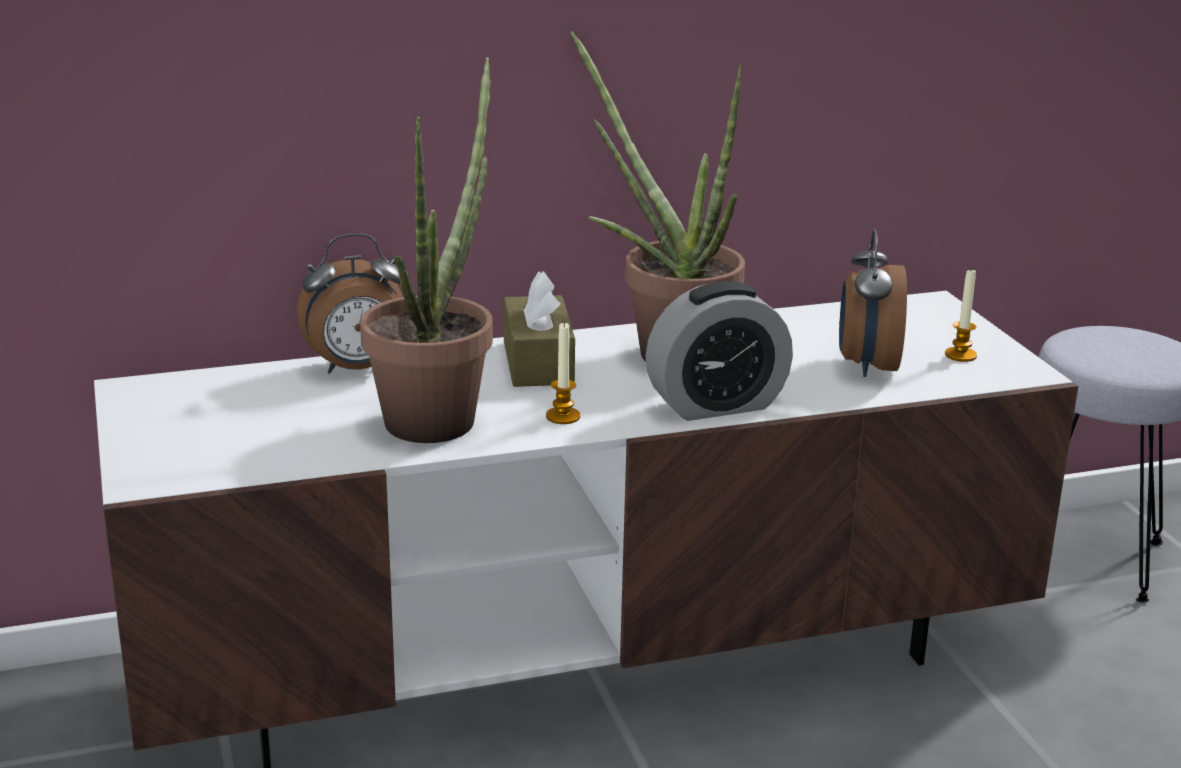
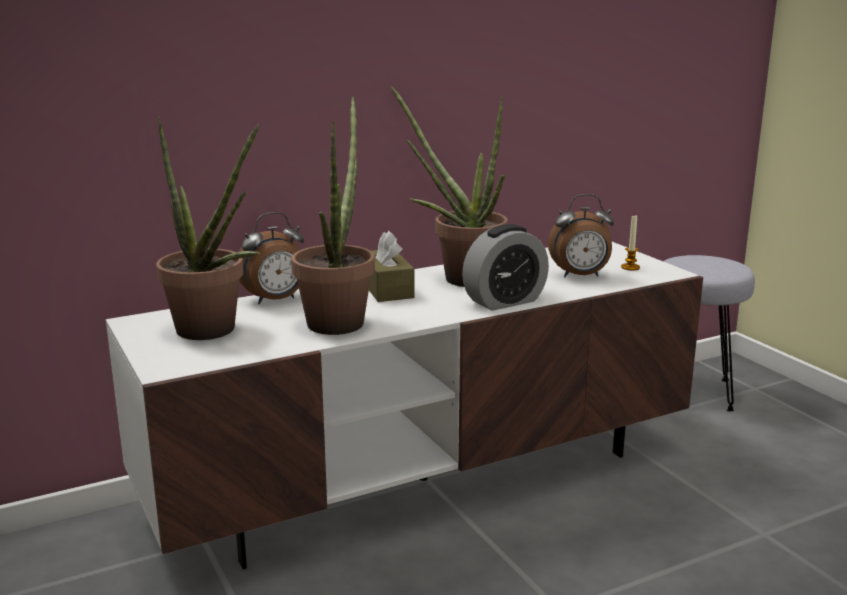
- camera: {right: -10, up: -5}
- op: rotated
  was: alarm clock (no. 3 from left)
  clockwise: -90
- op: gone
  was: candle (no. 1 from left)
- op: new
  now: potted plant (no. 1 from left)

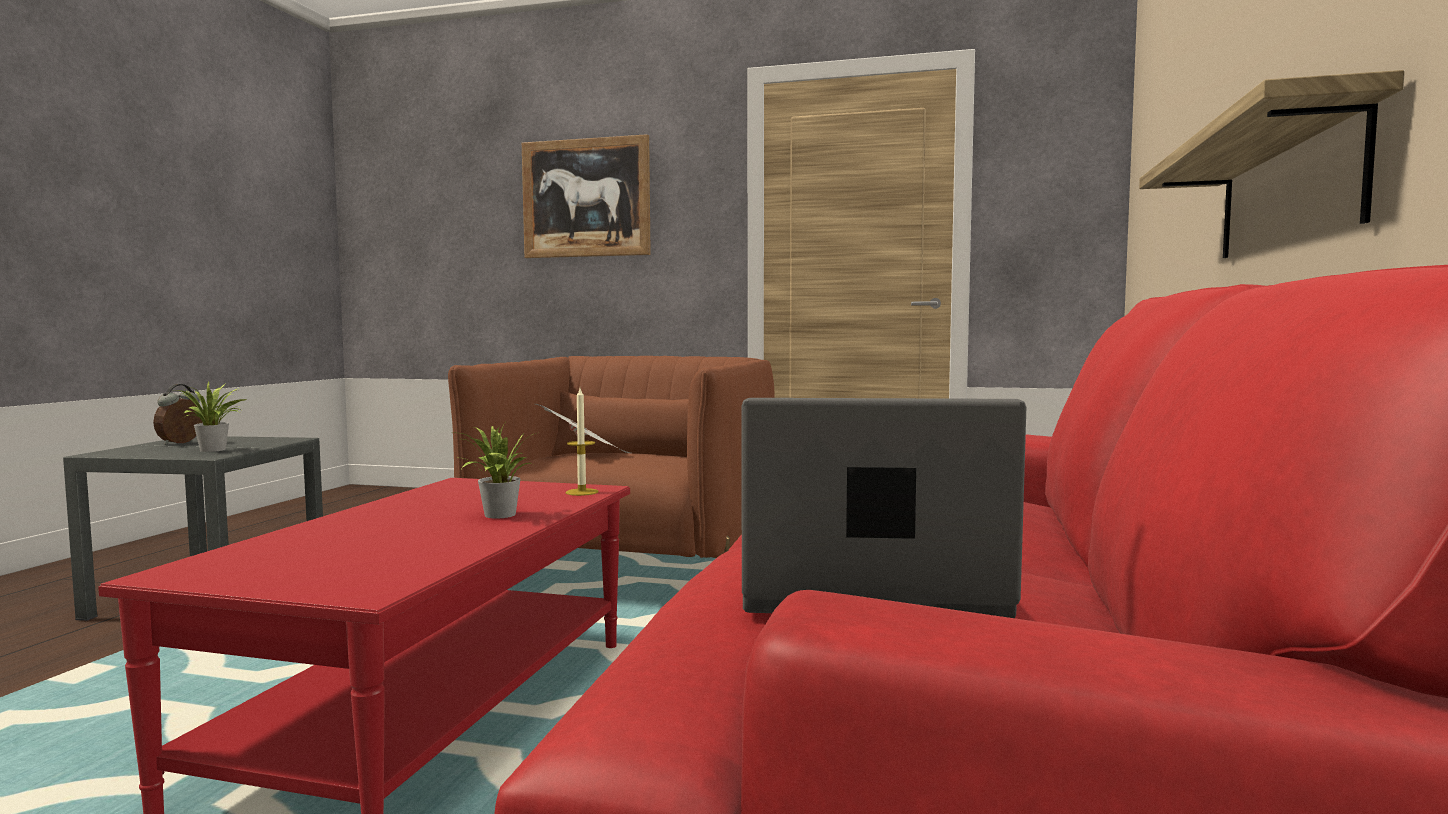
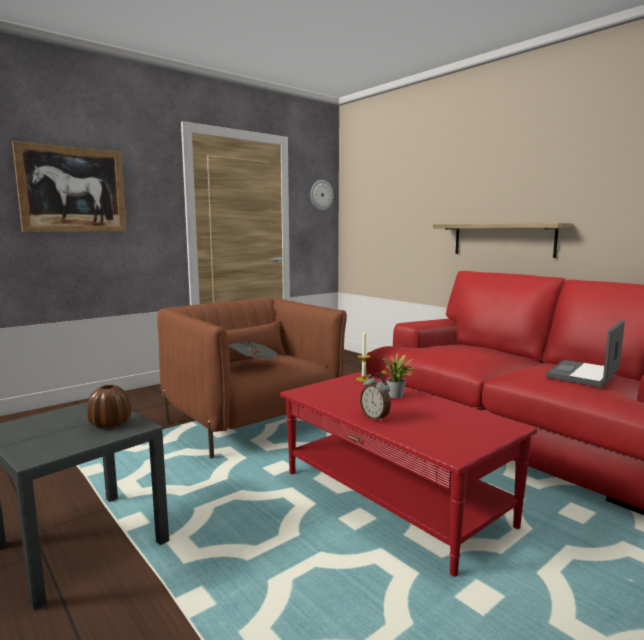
- camera: {right: -55, up: 5}
- op: swapped
  was: potted plant (no. 1 from left)
  now: vase (brown)
- op: shifted
  was: alarm clock
- op: new
  now: wall clock

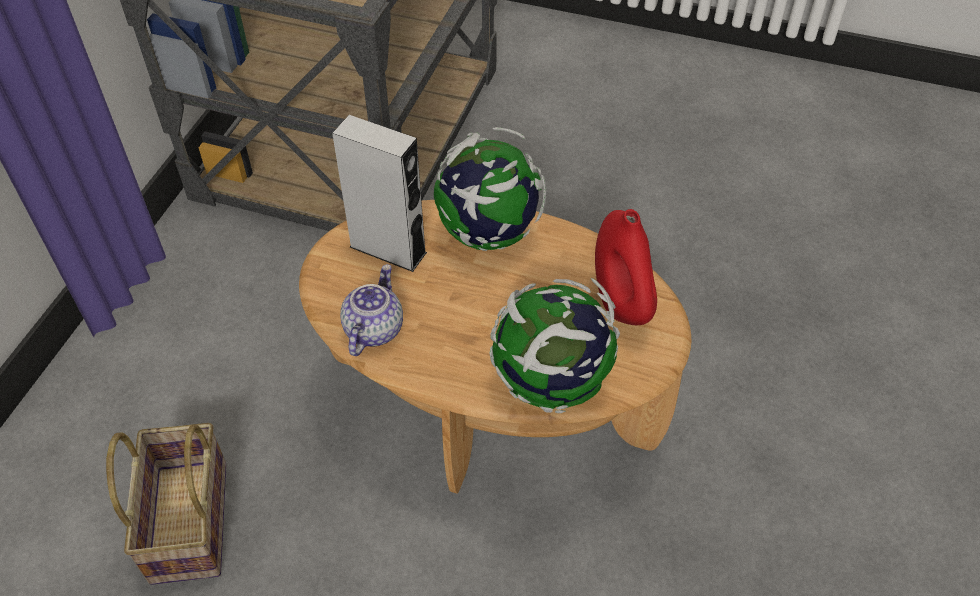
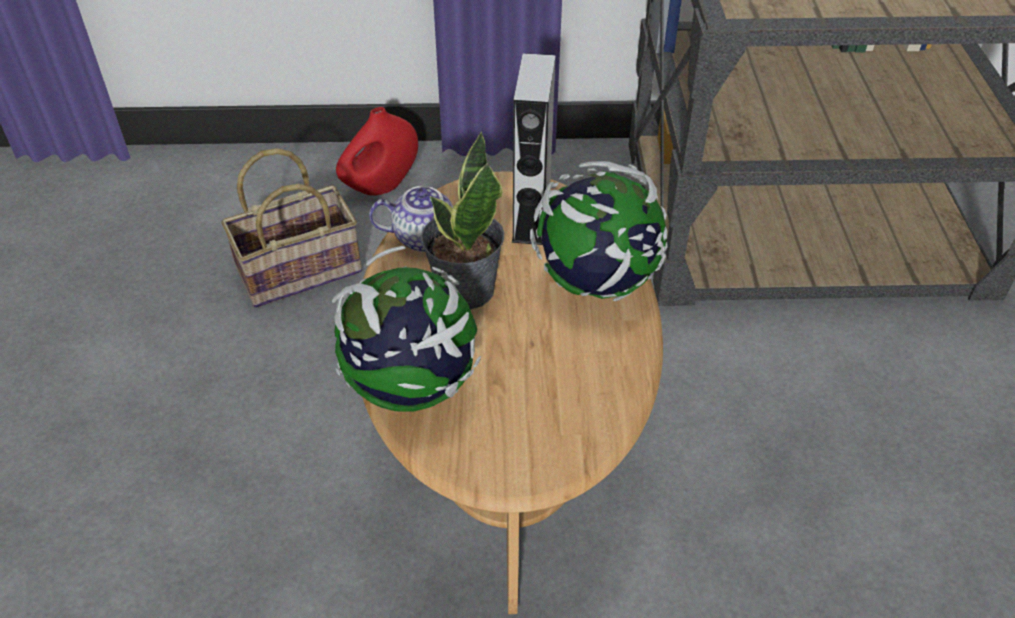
- camera: {right: 70, up: -5}
- op: shifted
  was: vase (red)
- op: new
  now: potted plant

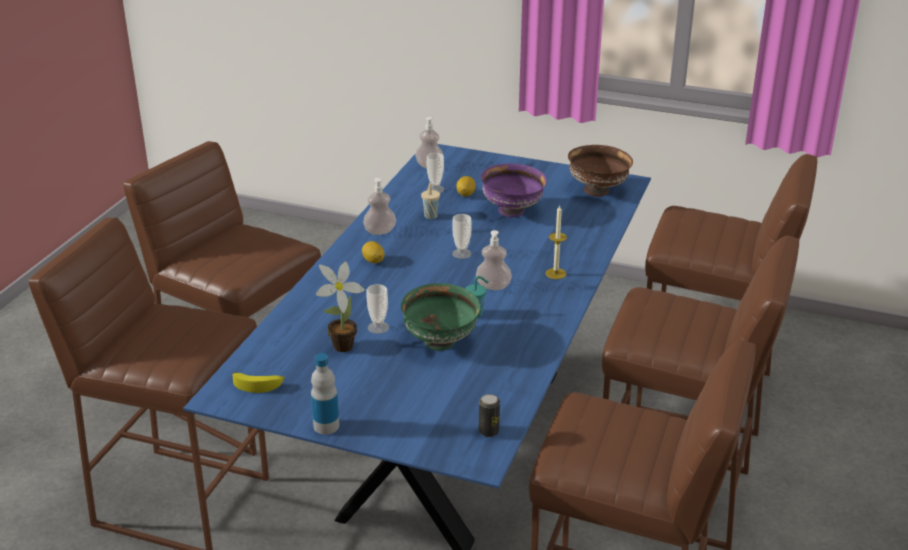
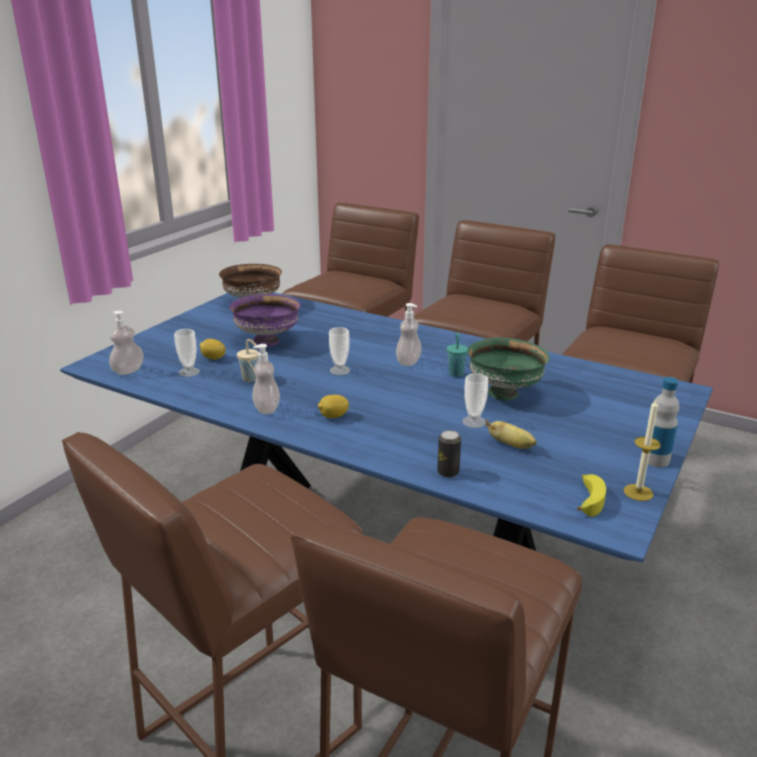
- camera: {right: -80, up: -5}
- op: shifted
  was: candle
- op: swapped
  was: potted plant
  now: banana (no. 1 from left)
- op: shifted
  was: can

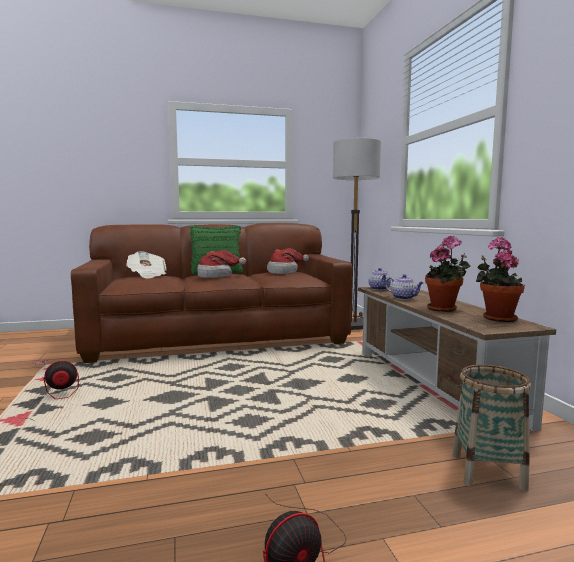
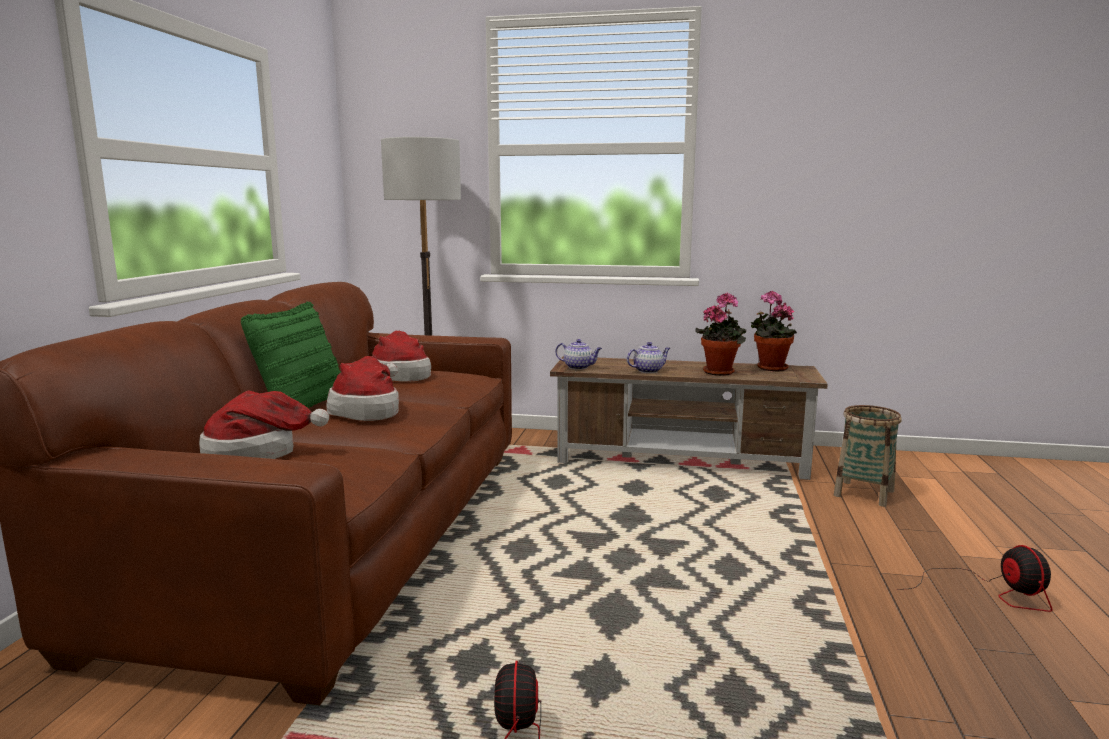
- camera: {right: -65, up: 5}
- op: swapped
  was: newspaper
  now: hat (no. 1 from left)

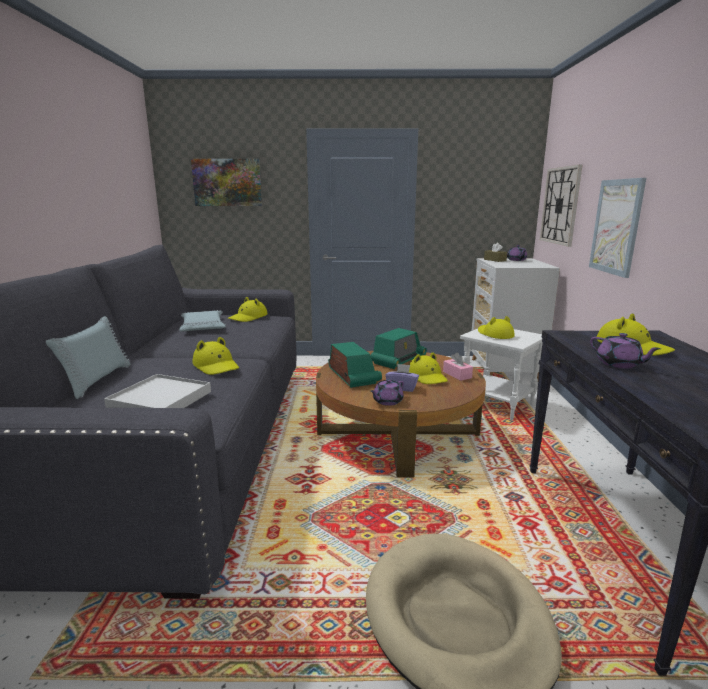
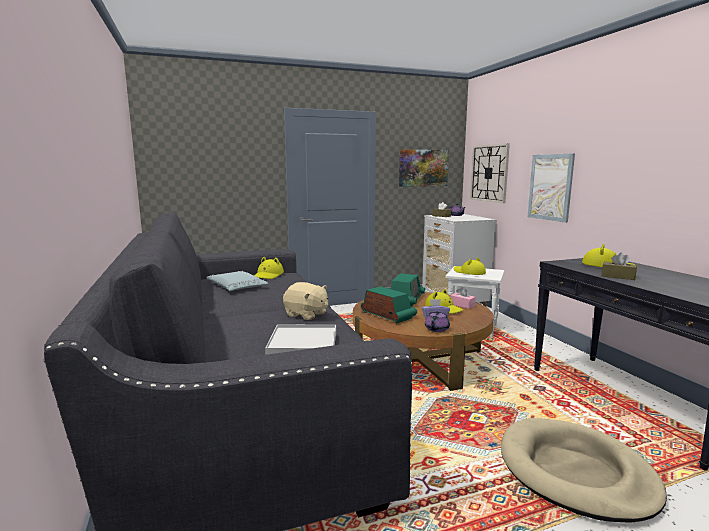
- camera: {right: -20, up: -5}
- op: shifted
  was: picture (no. 1 from left)
- op: gone
  was: pillow (blue) (no. 1 from left)
- op: swapped
  was: teapot (purple) (no. 3 from left)
  now: tissue box (brown) (no. 2 from left)
- op: swapped
  was: hat (yellow) (no. 1 from left)
  now: plush toy (beige)

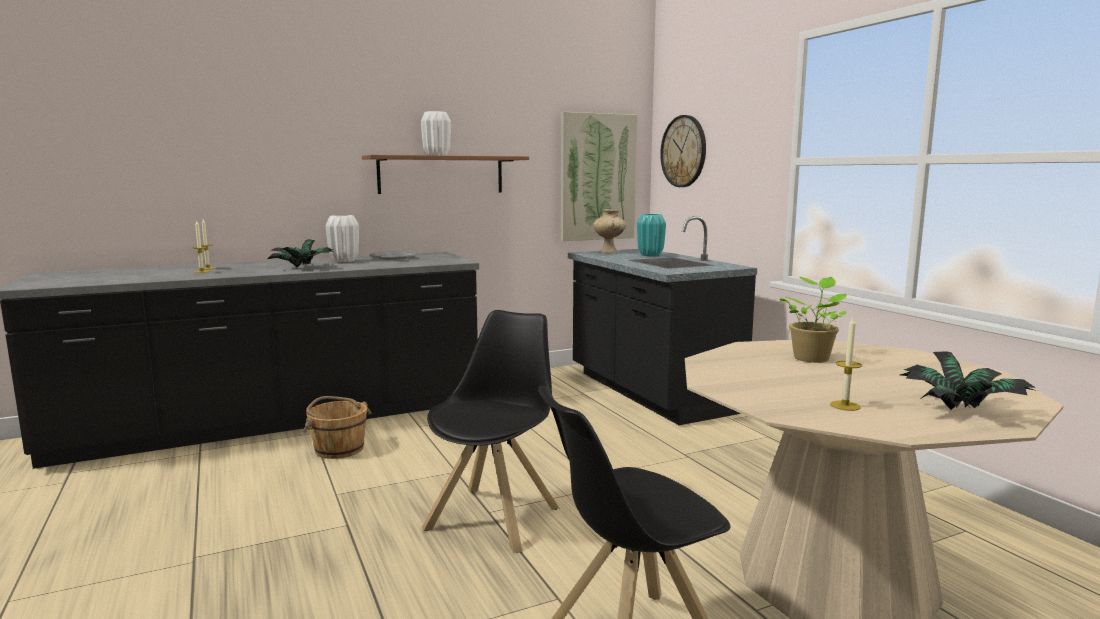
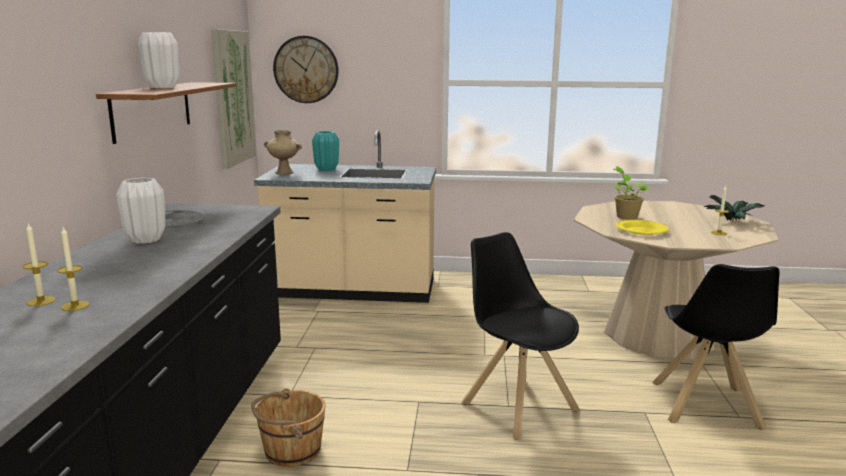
- camera: {right: -60, up: 5}
- op: repainted
  was: counter (black) (no. 2 from left)
  now: counter (beige)
- op: gone
  was: potted plant (no. 1 from left)
- op: new
  now: plate (yellow)

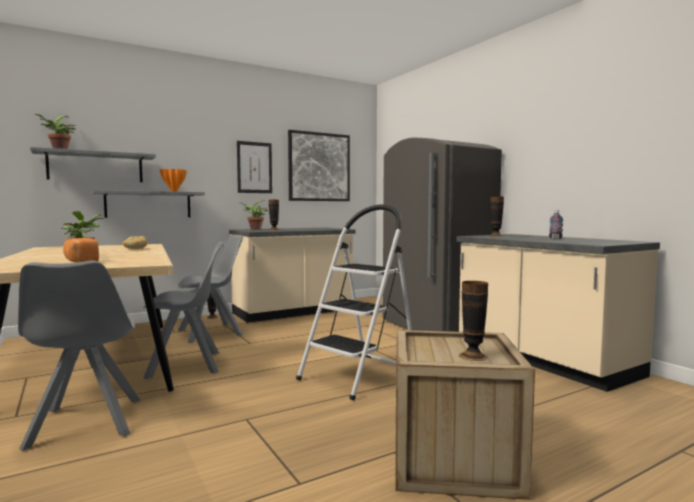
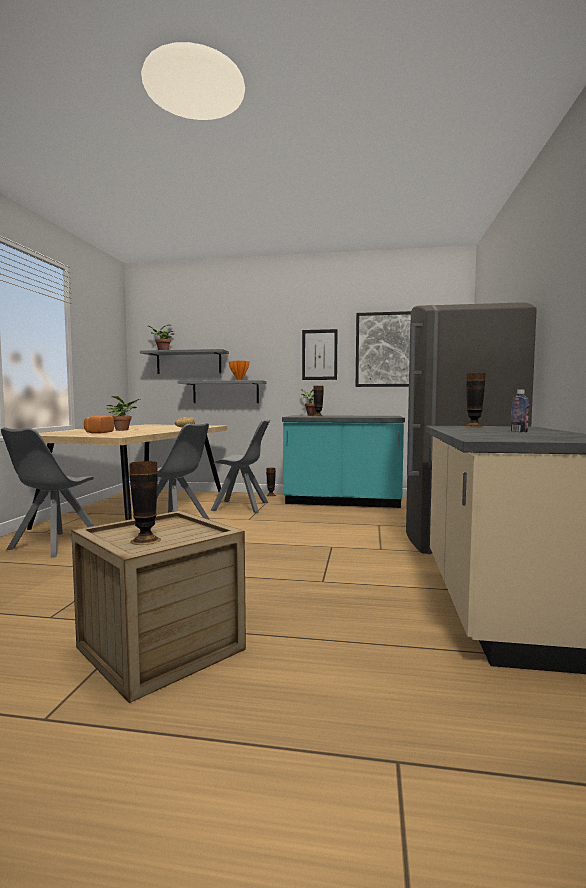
- camera: {right: 40, up: 0}
- op: gone
  was: step ladder
- op: repainted
  was: counter (beige) (no. 1 from left)
  now: counter (turquoise)

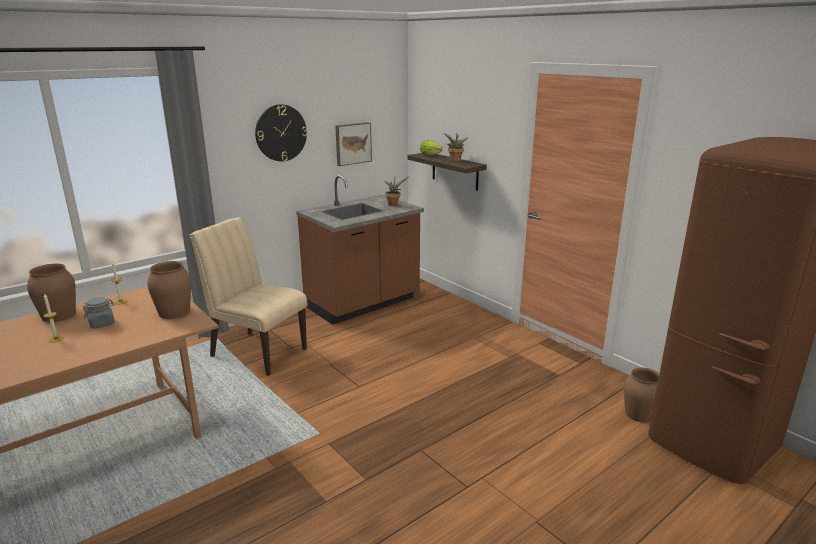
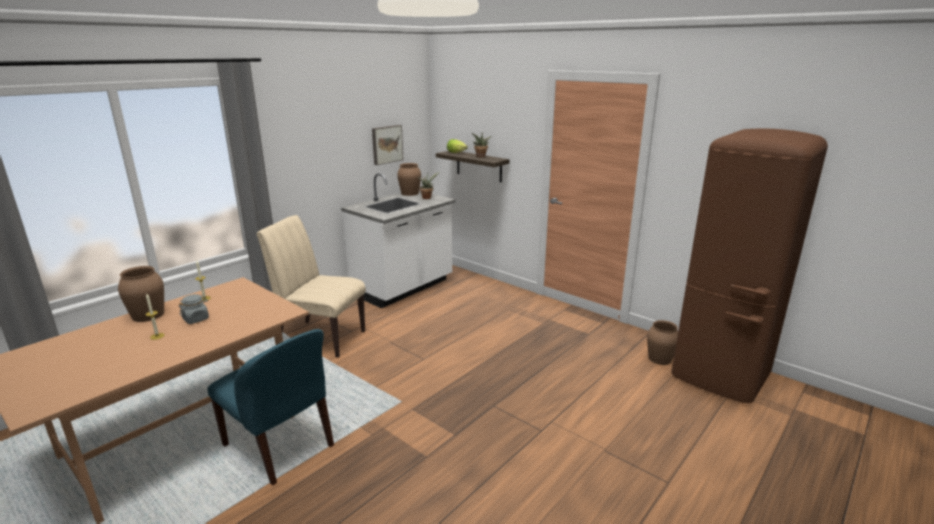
- camera: {right: -10, up: 0}
- op: gone
  was: wall clock
- op: repainted
  was: counter (brown)
  now: counter (white)
- op: shifted
  was: vase (brown) (no. 2 from left)
- op: new
  now: chair (blue)

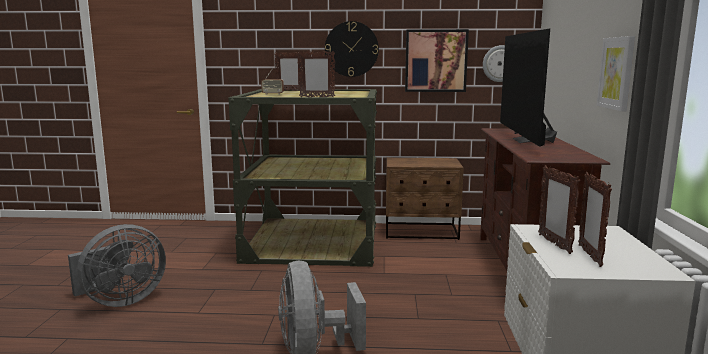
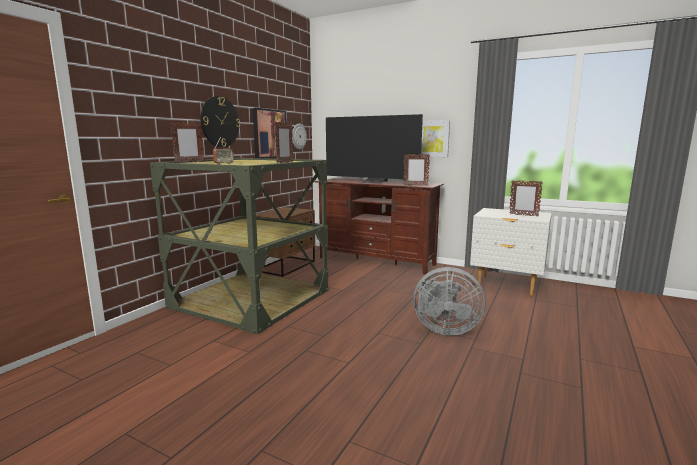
- camera: {right: -65, up: 0}
- op: shifted
  was: picture frame (no. 3 from left)
- op: gone
  was: fan (grey) (no. 1 from left)

